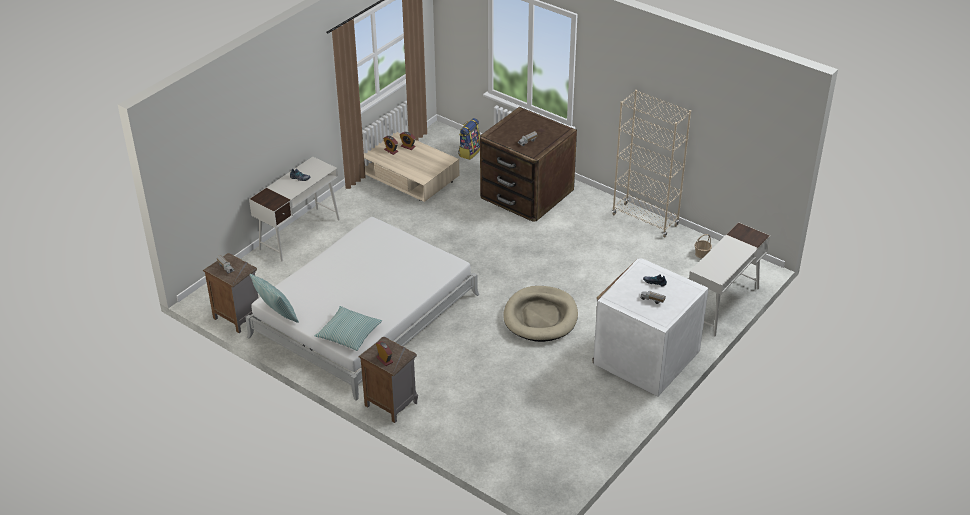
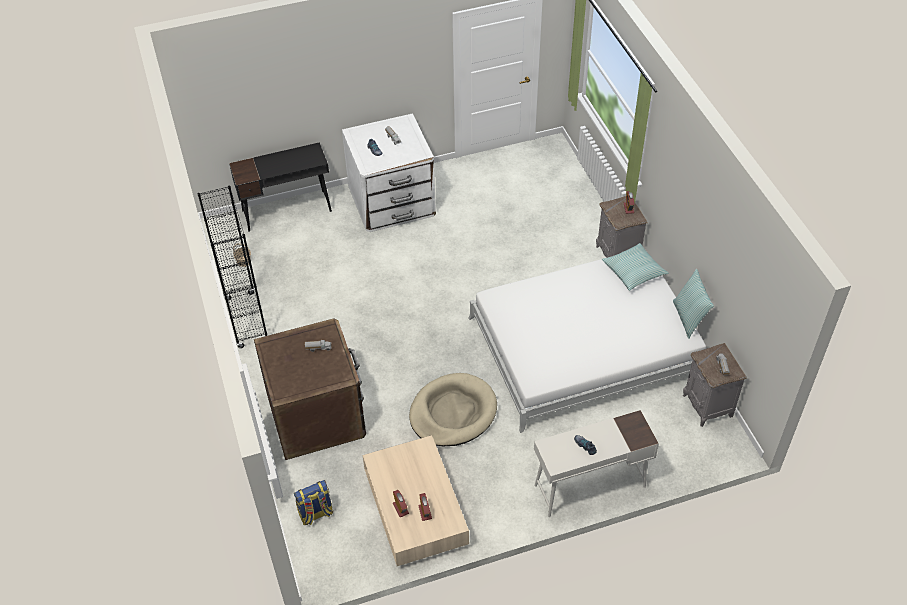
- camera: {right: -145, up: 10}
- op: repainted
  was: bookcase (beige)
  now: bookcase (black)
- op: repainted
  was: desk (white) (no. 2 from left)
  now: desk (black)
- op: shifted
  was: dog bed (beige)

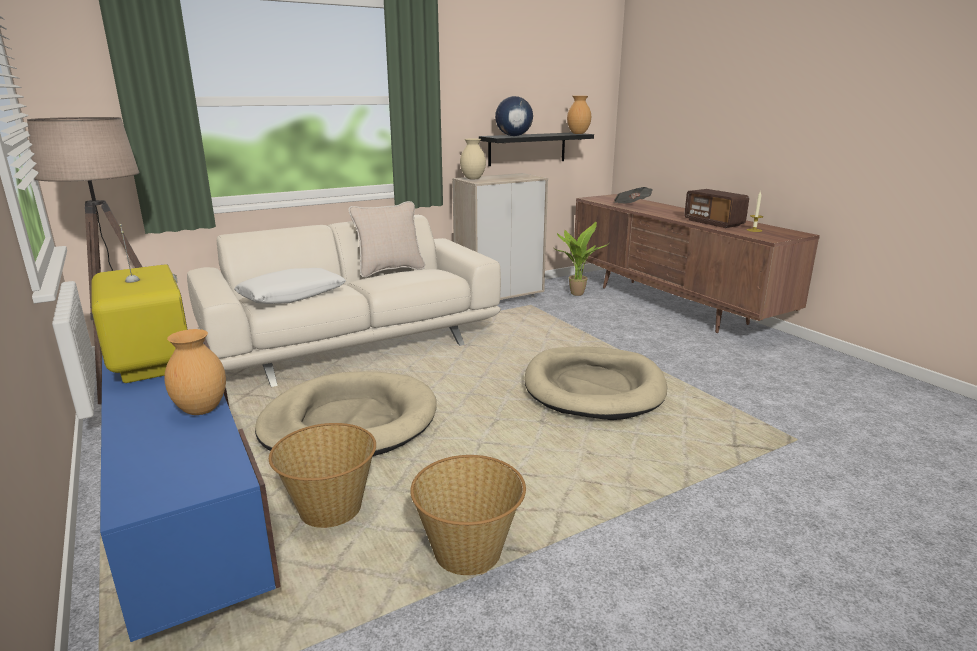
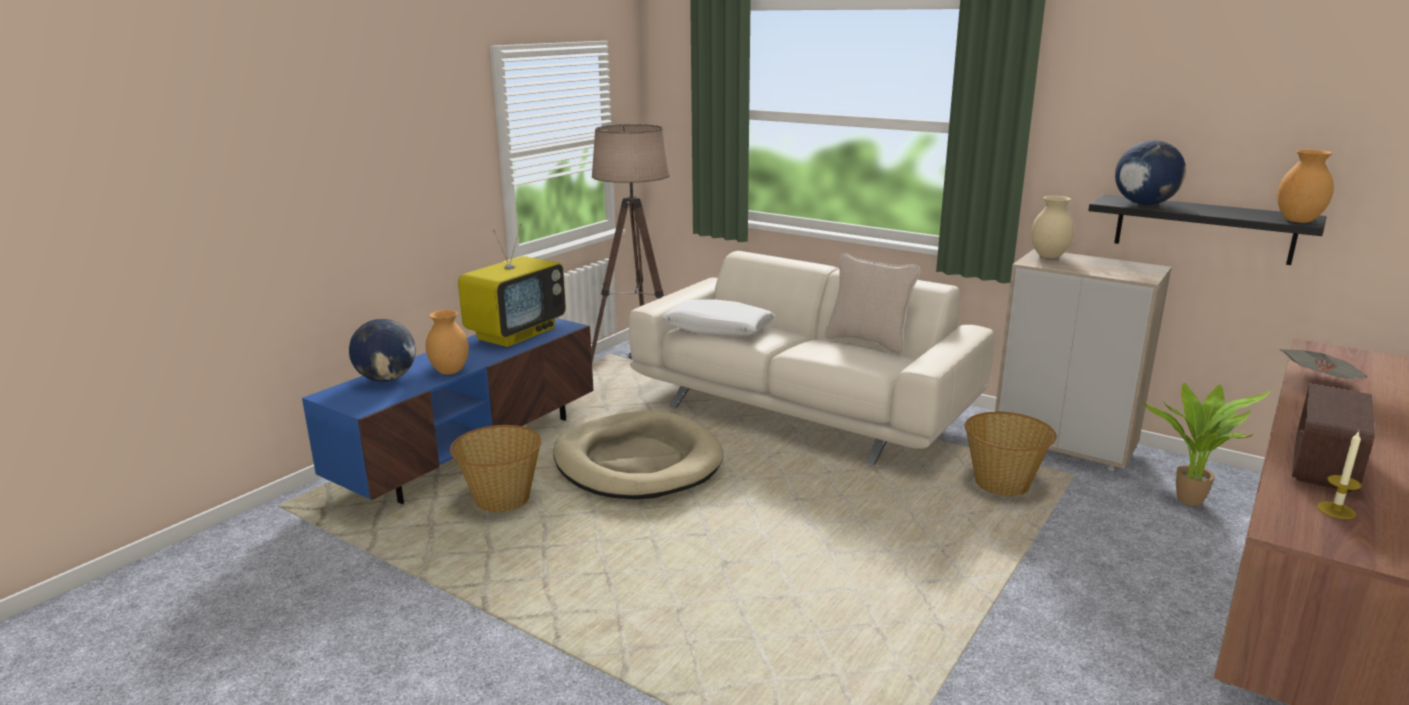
- camera: {right: 65, up: 0}
- op: gone
  was: dog bed (beige) (no. 2 from left)
- op: shifted
  was: basket (no. 2 from left)
- op: new
  now: globe (no. 1 from left)

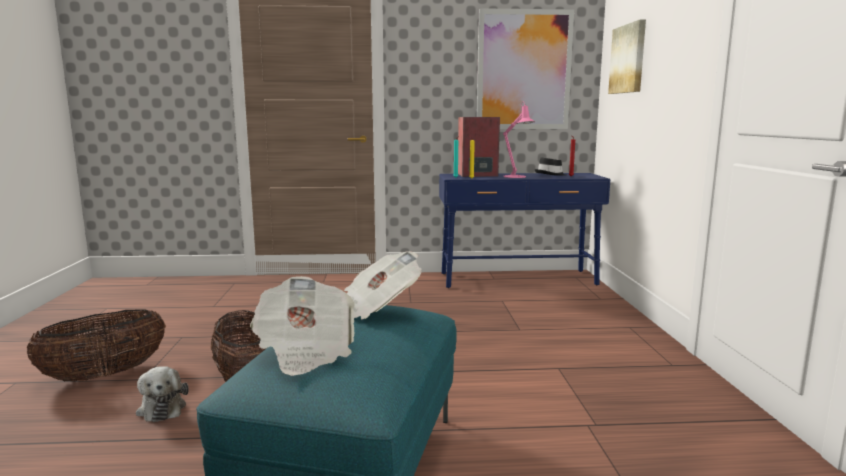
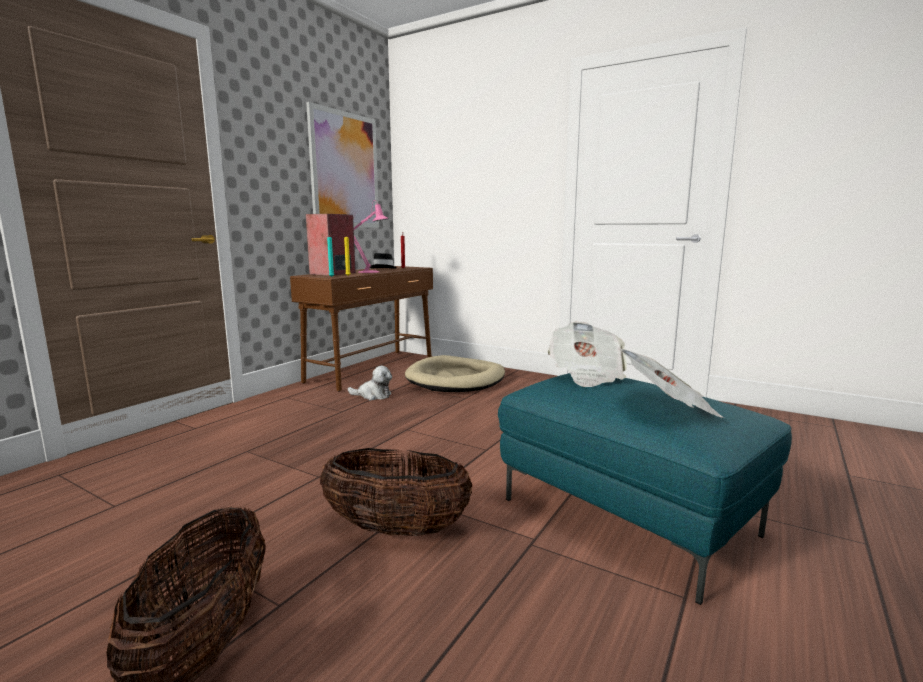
- camera: {right: -55, up: 0}
- op: gone
  was: picture (no. 2 from left)
- op: repainted
  was: console table (blue)
  now: console table (brown)
- op: shifted
  was: plush toy
- op: new
  now: dog bed (beige)

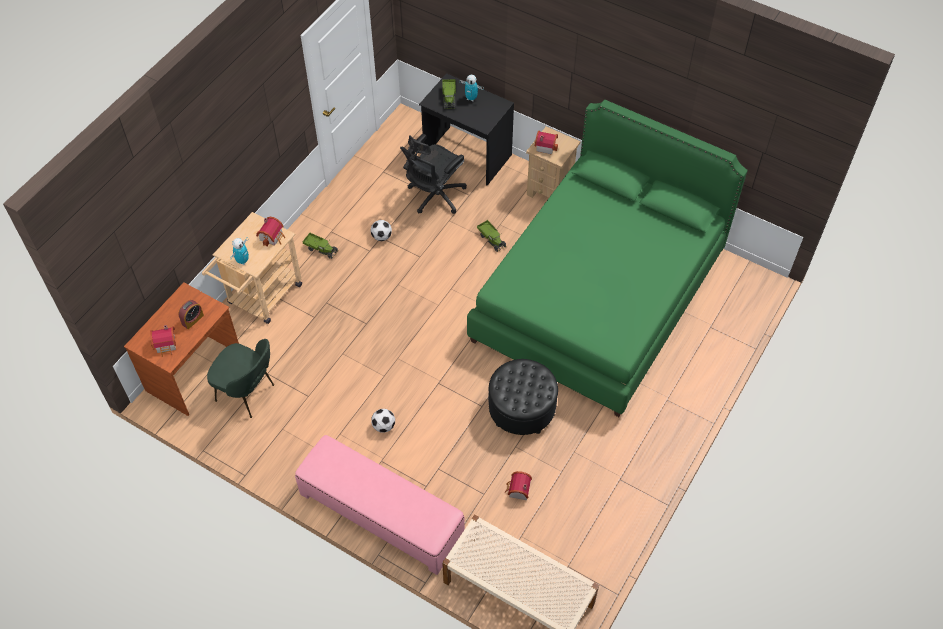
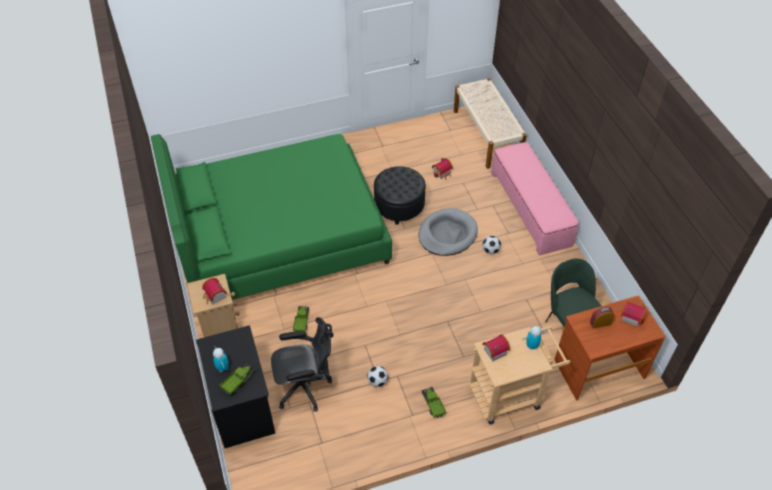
- camera: {right: -140, up: -5}
- op: new
  now: dog bed (grey)

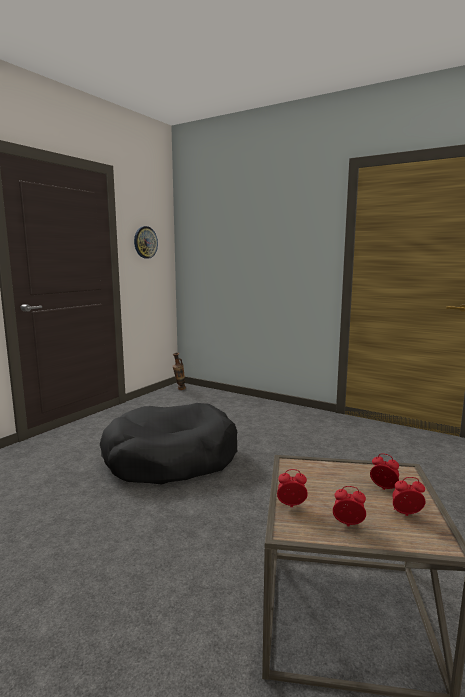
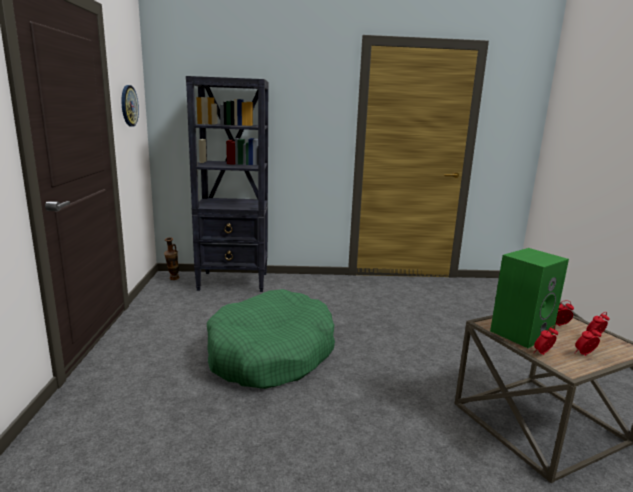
- camera: {right: -35, up: 5}
- op: repainted
  was: dog bed (black)
  now: dog bed (green)
- op: new
  now: bookcase (black)
- op: new
  now: speaker (green)

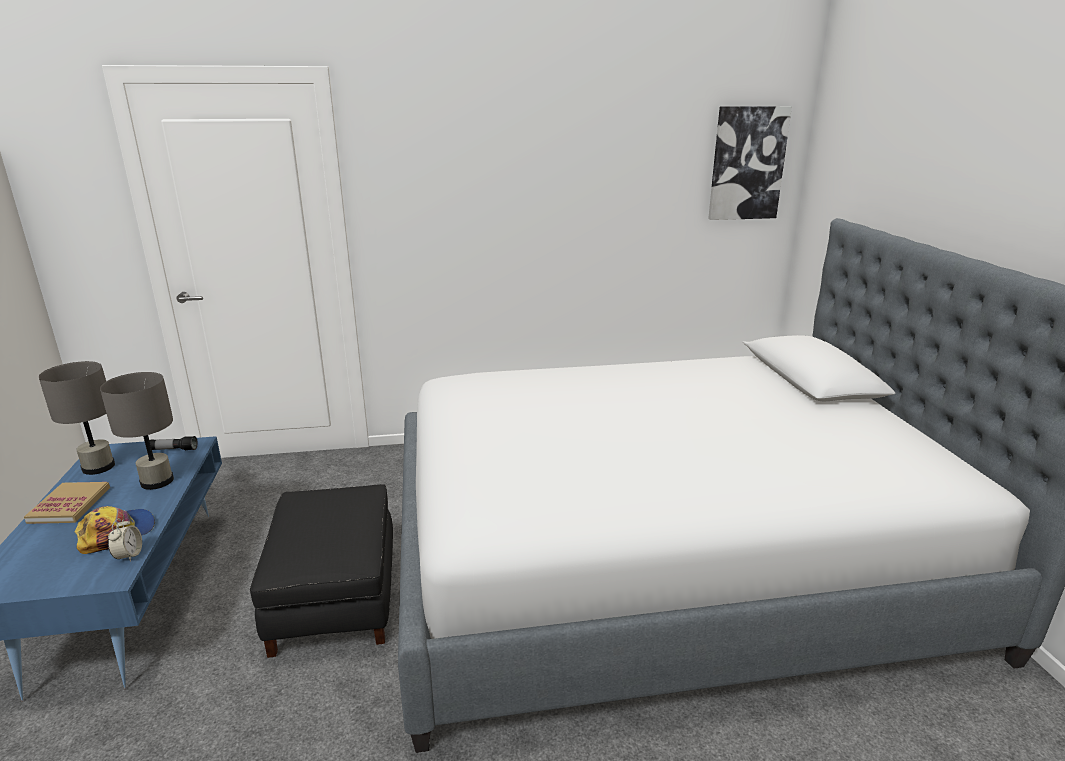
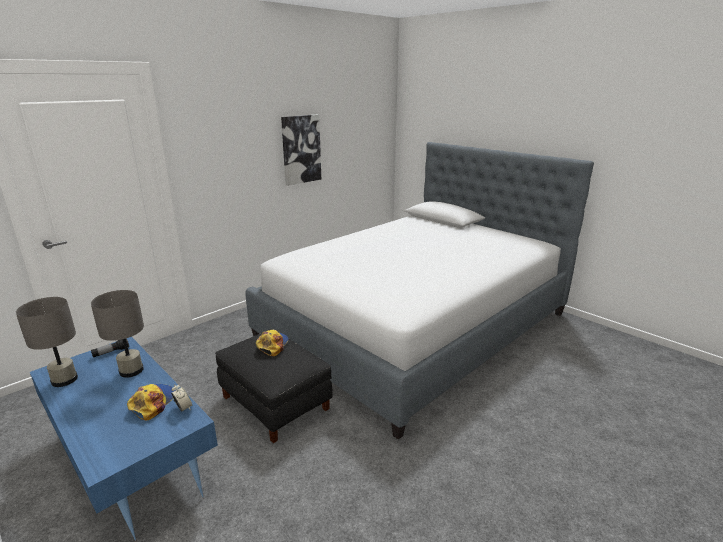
- camera: {right: -35, up: 0}
- op: shifted
  was: picture
- op: gone
  was: book
- op: new
  now: cap (no. 2 from left)

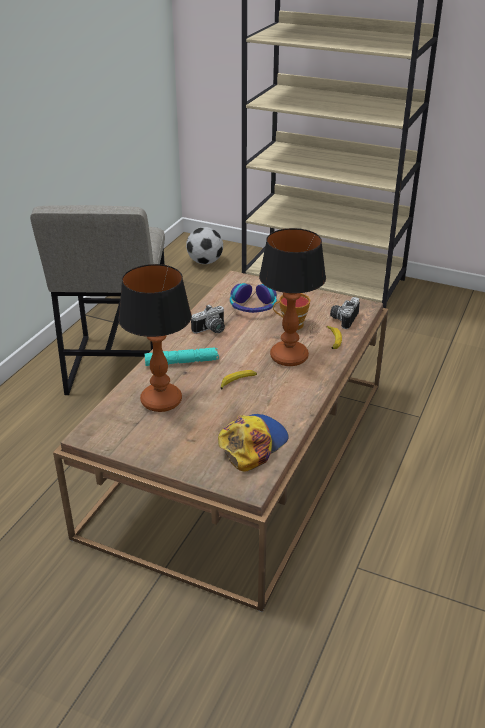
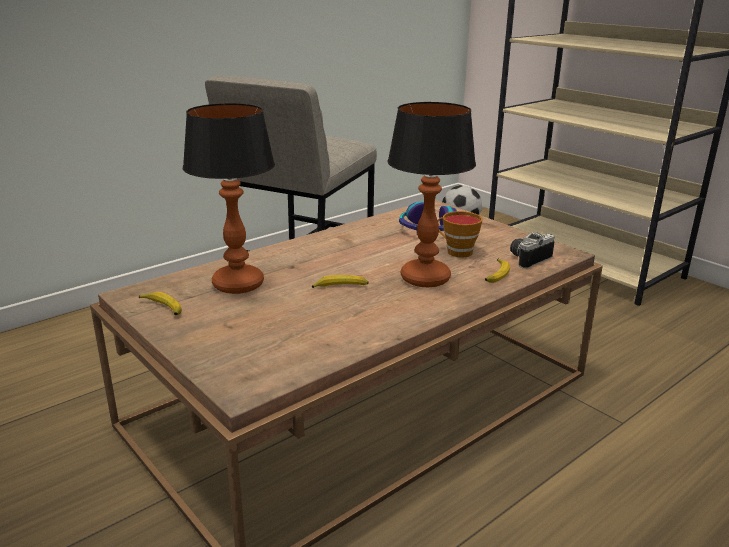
- camera: {right: 25, up: -10}
- op: gone
  was: photo camera (no. 1 from left)
- op: gone
  was: flashlight (turquoise)
- op: gone
  was: cap
- op: new
  now: banana (no. 1 from left)

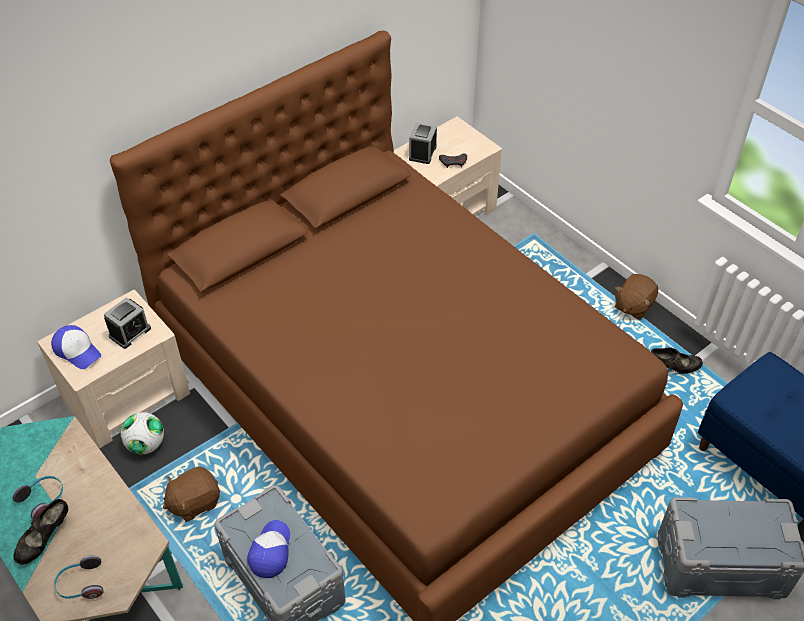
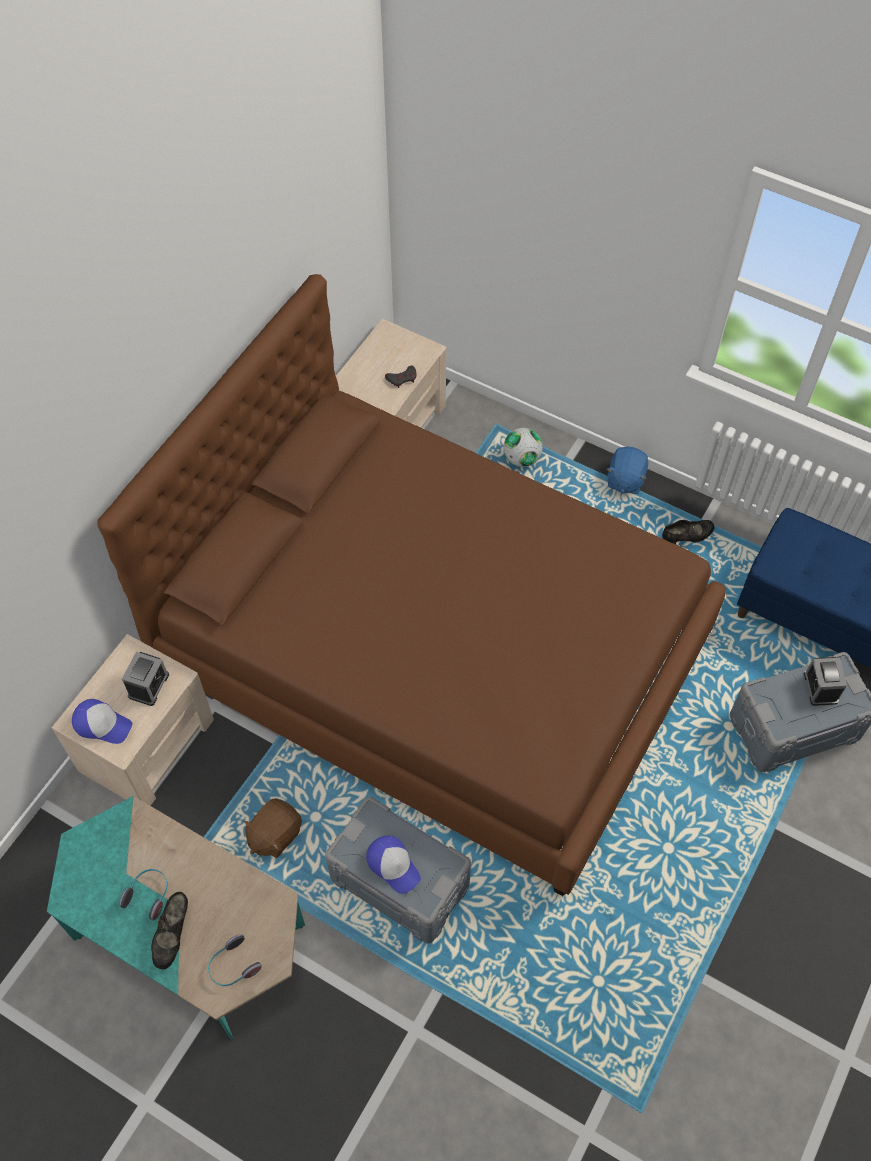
- camera: {right: -20, up: 10}
- op: shifted
  was: alarm clock (no. 2 from left)
- op: repainted
  was: plush toy (brown) (no. 2 from left)
  now: plush toy (blue)
- op: shifted
  was: football
- op: rotated
  was: cap (no. 2 from left)
  clockwise: 150

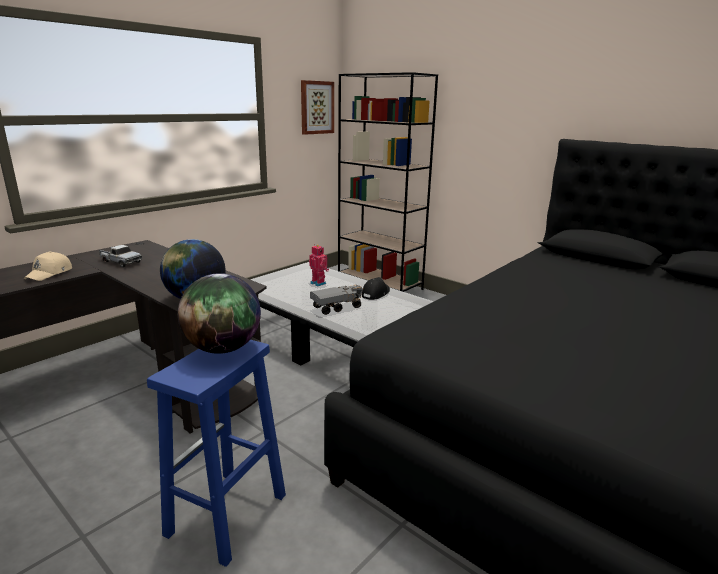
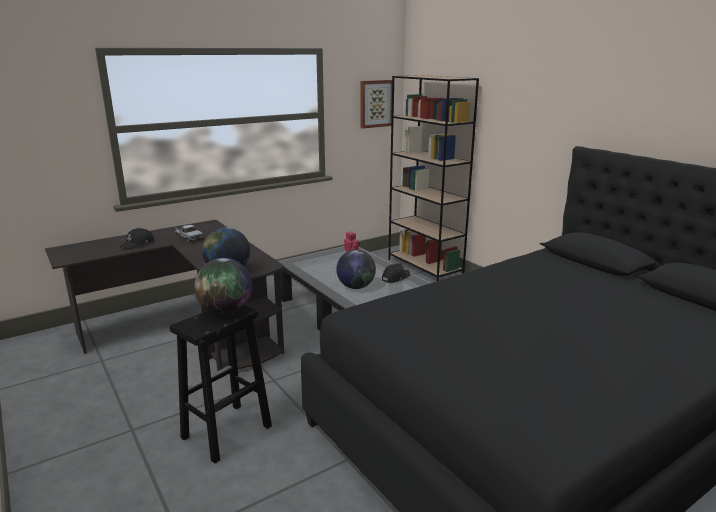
- camera: {right: 15, up: 0}
- op: repainted
  was: cap (beige)
  now: cap (black) (no. 1 from left)
- op: swapped
  was: toy truck (no. 2 from left)
  now: globe (no. 3 from left)
- op: repainted
  was: stool (blue)
  now: stool (black)

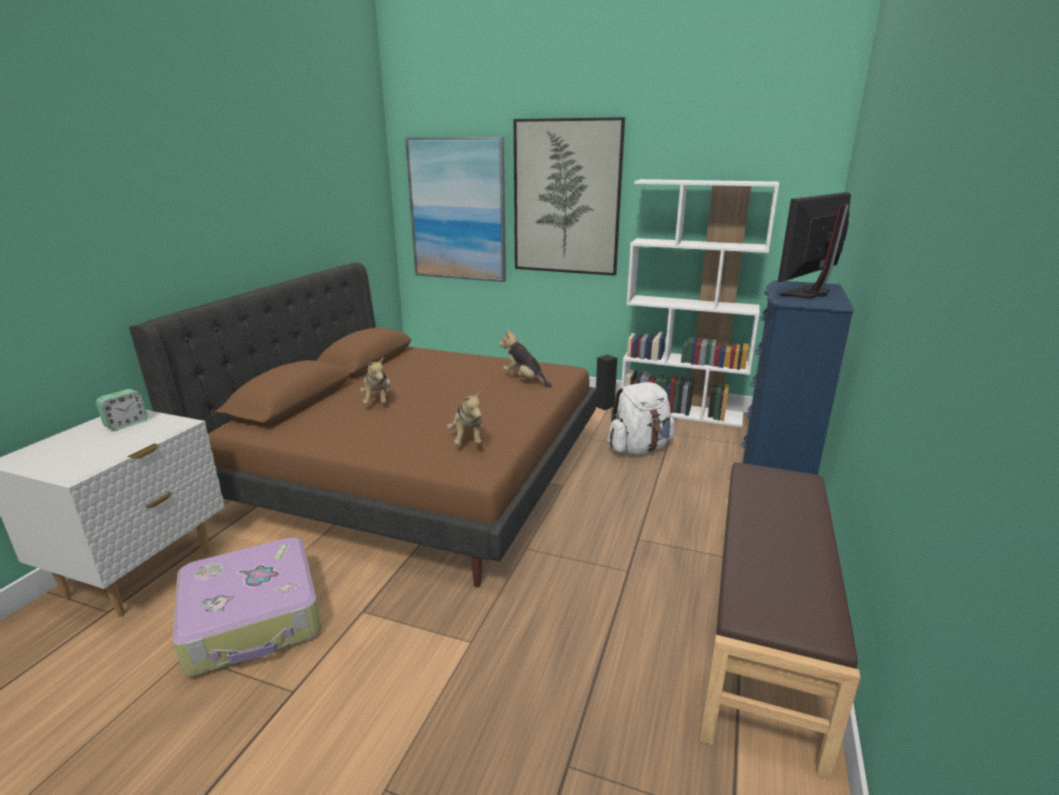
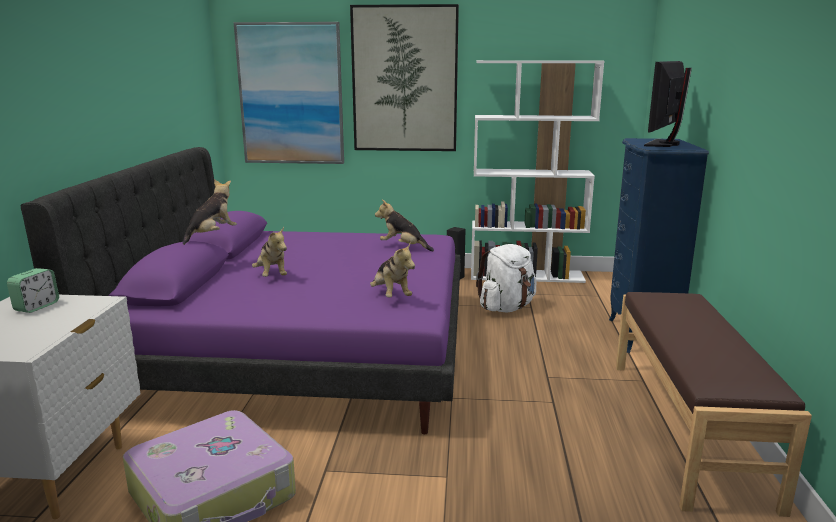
- camera: {right: -15, up: -5}
- op: repainted
  was: bed (brown)
  now: bed (purple)
- op: new
  now: plush toy (no. 1 from left)

